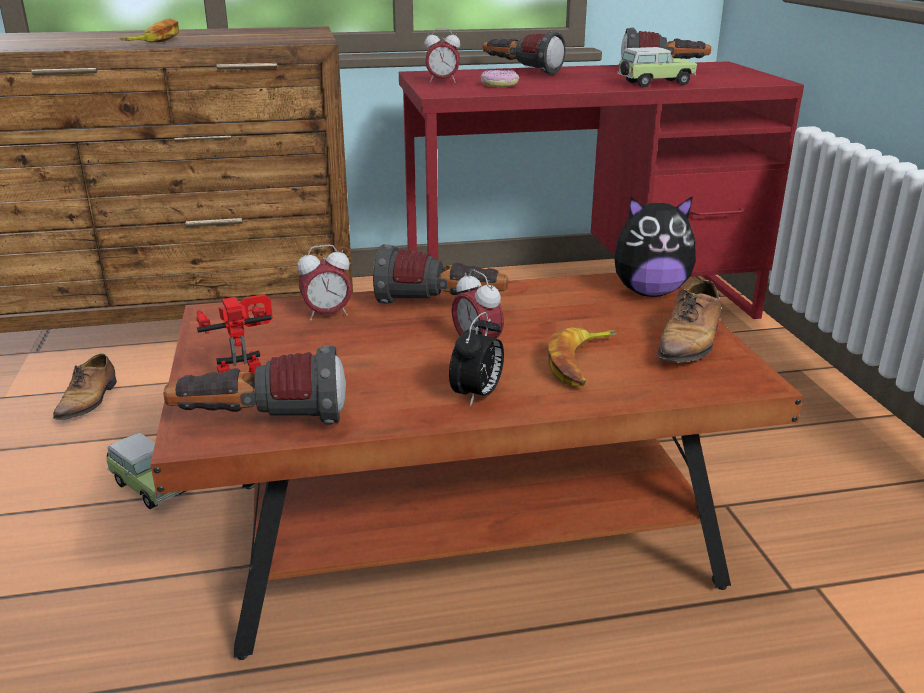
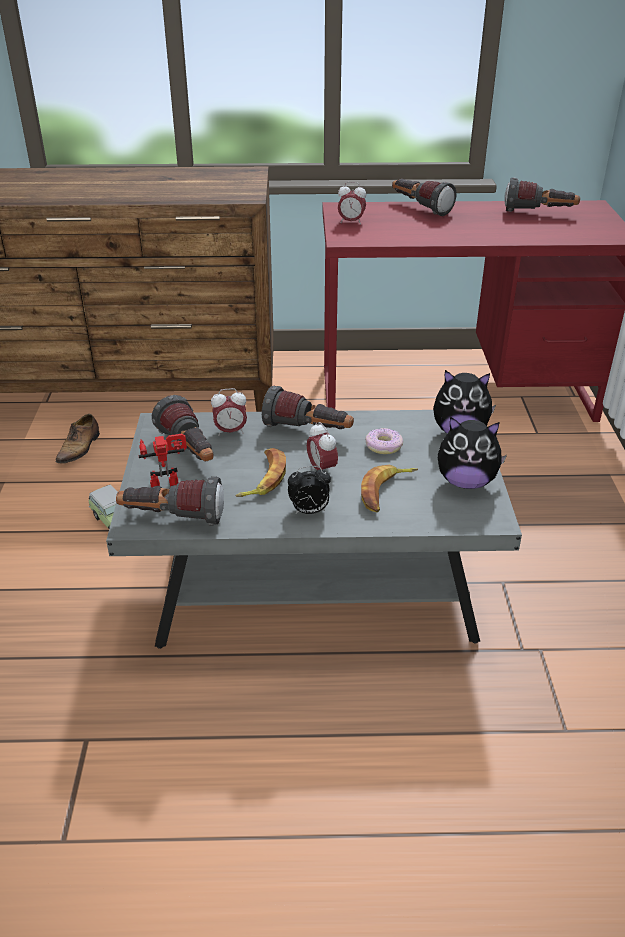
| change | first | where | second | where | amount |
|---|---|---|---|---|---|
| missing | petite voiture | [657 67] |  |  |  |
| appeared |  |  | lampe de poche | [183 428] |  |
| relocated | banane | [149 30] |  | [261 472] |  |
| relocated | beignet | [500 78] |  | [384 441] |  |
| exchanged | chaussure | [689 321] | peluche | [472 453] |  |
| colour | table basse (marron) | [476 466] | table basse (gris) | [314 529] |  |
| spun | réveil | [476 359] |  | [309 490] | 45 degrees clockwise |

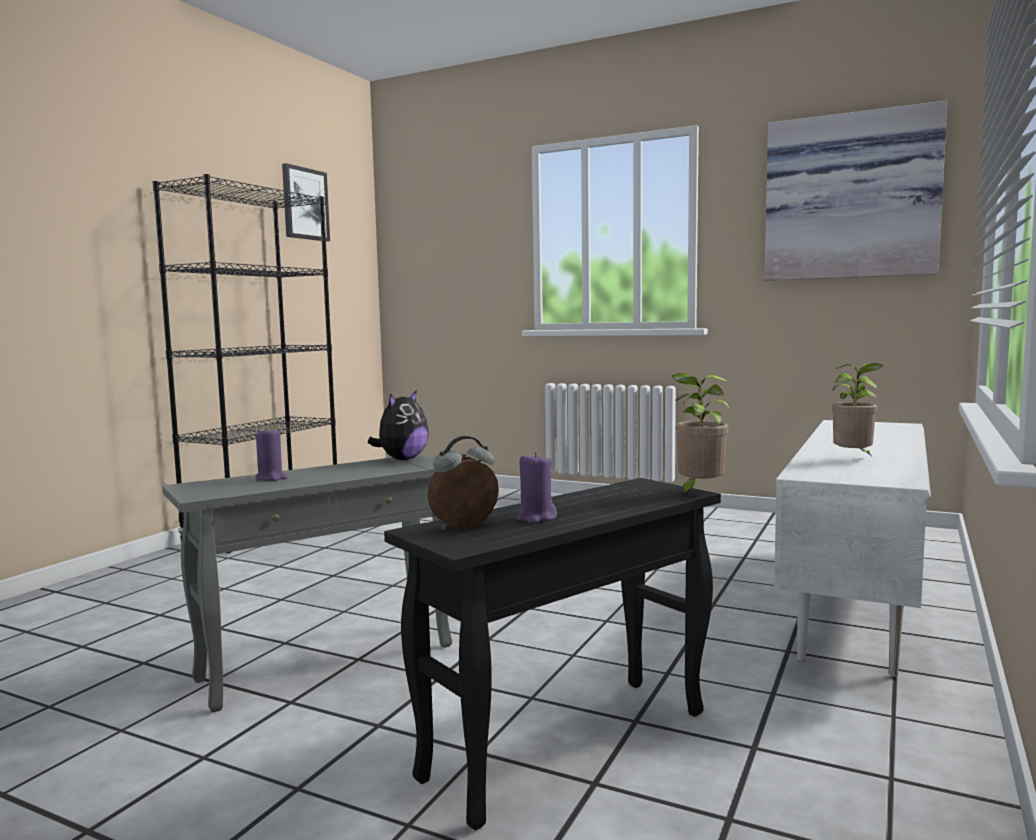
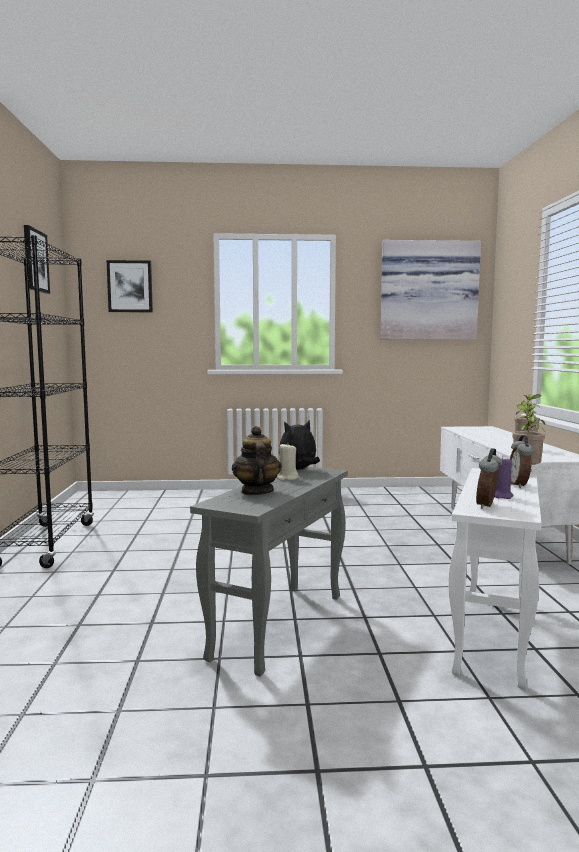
| change | first | where | second | where | amount |
|---|---|---|---|---|---|
| appeared |  |  | tableau | [130 286] |  |
| appeared |  |  | bougie (beige) | [287 461] |  |
| appeared |  |  | réveil | [522 461] |  |
| exchanged | bougie (violet) | [272 454] | théière | [257 460] |  |
| colour | table d'appoint (noir) | [552 654] | table d'appoint (blanc) | [495 578] |  |
| spun | peluche | [398 425] |  | [299 445] | 120 degrees counterclockwise |

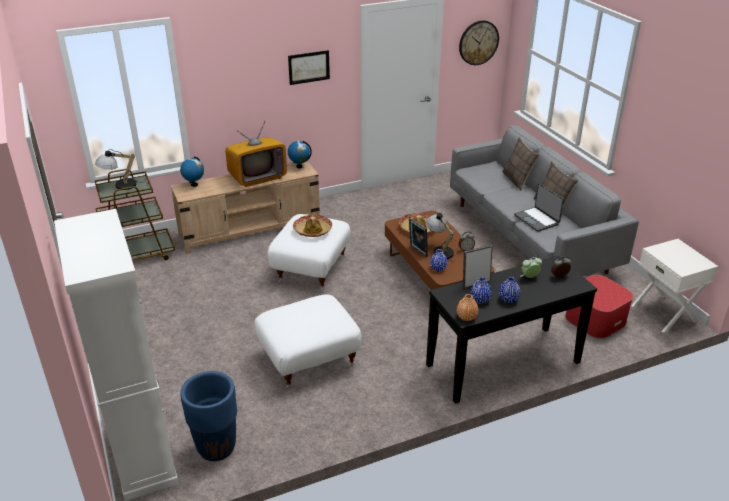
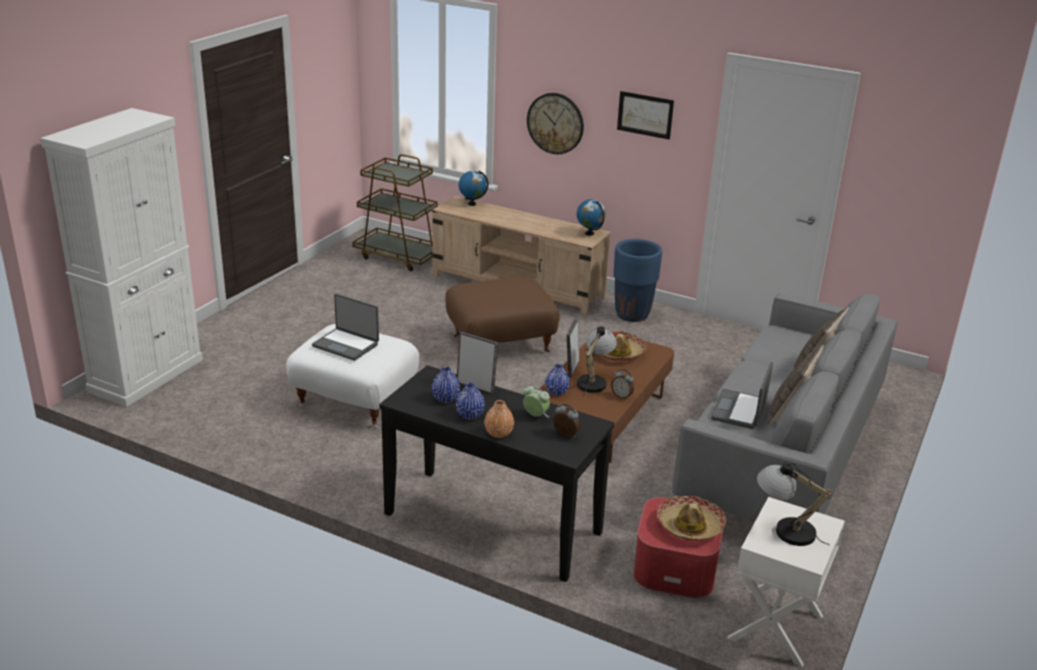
| change | first | where | second | where | amount |
|---|---|---|---|---|---|
| missing | téléviseur | [256 154] |  |  |  |
| appeared |  |  | ordinateur portable | [345 327] |  |
| relocated | lampe de table | [118 169] |  | [794 504] |  |
| relocated | cache-pot (bleu) | [209 416] |  | [637 280] |  |
| relocated | chapeau | [312 225] |  | [691 518] |  |
| relocated | vase (orange) | [467 307] |  | [499 419] |  |
| relocated | horloge murale | [479 42] |  | [555 123] |  |
| colour | pouf (blanc) | [309 252] | pouf (marron) | [502 314] |  |

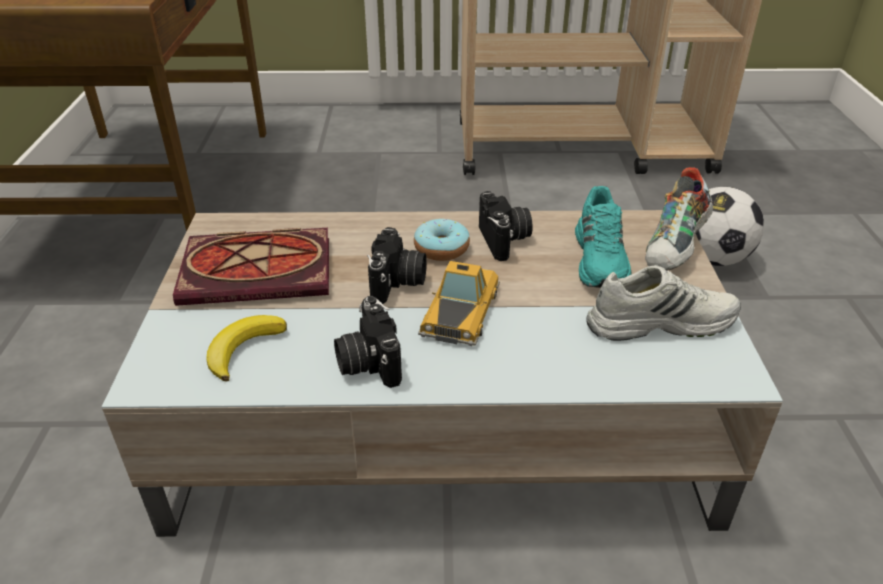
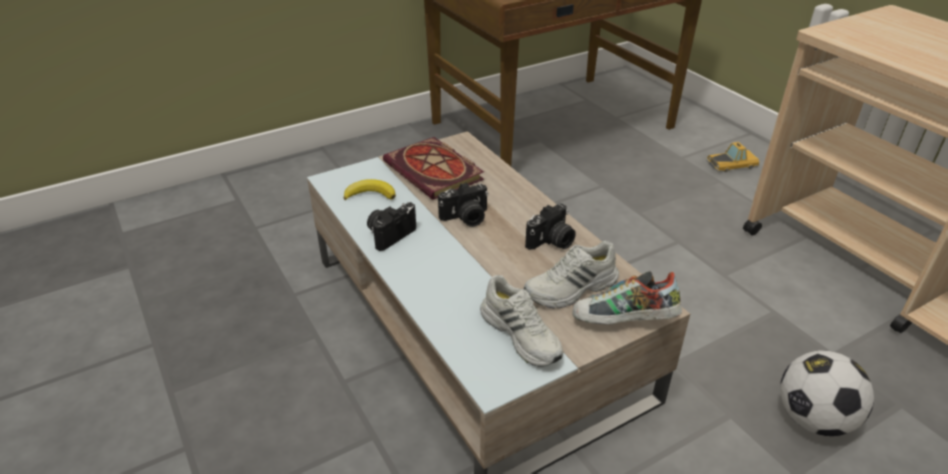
| change | first | where | second | where | amount |
|---|---|---|---|---|---|
| missing | beignet | [442 240] |  |  |  |
| relocated | petite voiture | [459 303] |  | [732 157] |  |
| colour | chaussure (turquoise) | [603 237] | chaussure (blanc) | [571 274] |  |

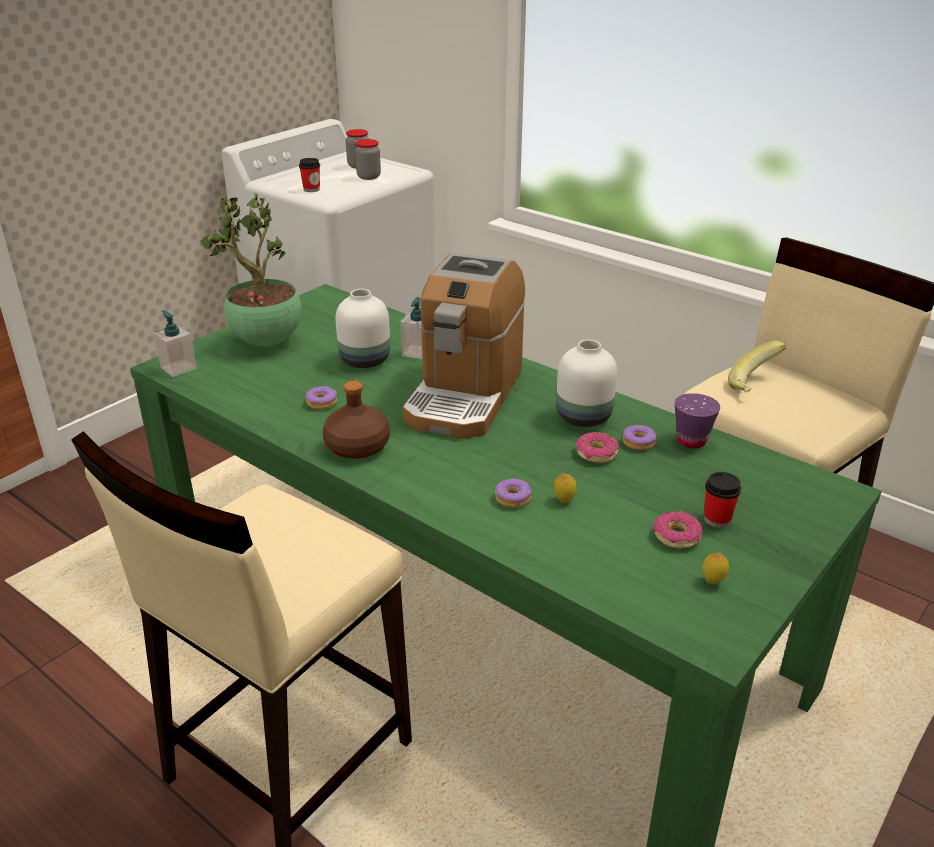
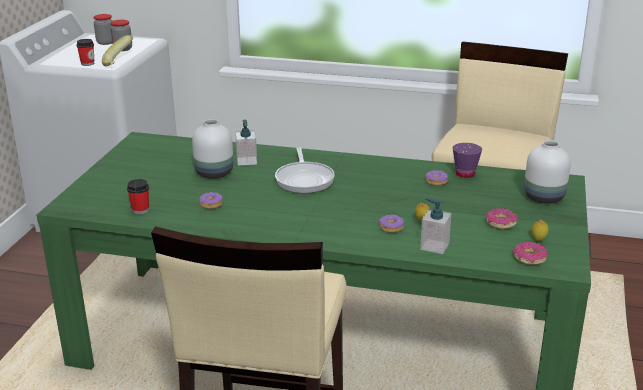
| change | first | where | second | where | amount |
|---|---|---|---|---|---|
| missing | plante en pot | [251 270] |  |  |  |
| missing | bouteille (marron) | [356 419] |  |  |  |
| relocated | distributeur de savon | [175 343] |  | [436 226] |  |
| relocated | vase (blanc) | [586 383] |  | [547 172] |  |
| relocated | beignet | [597 447] |  | [530 253] |  |
| relocated | tasse | [722 500] |  | [138 196] |  |
| relocated | banane | [757 367] |  | [117 50] |  |
| exchanged | machine à café | [463 346] | poêle | [304 170] |  |

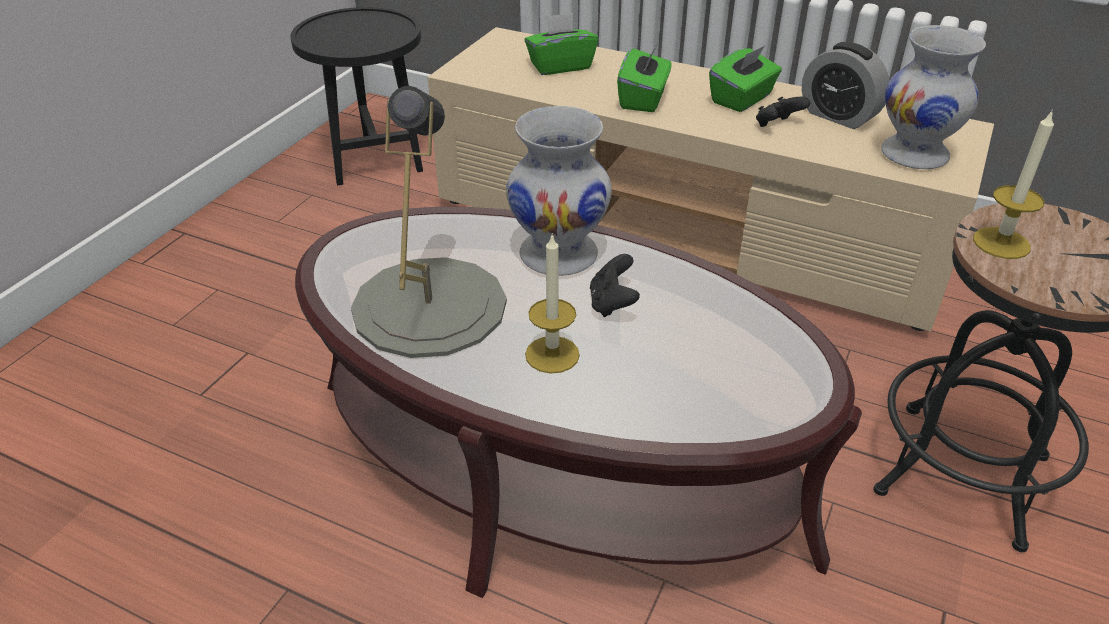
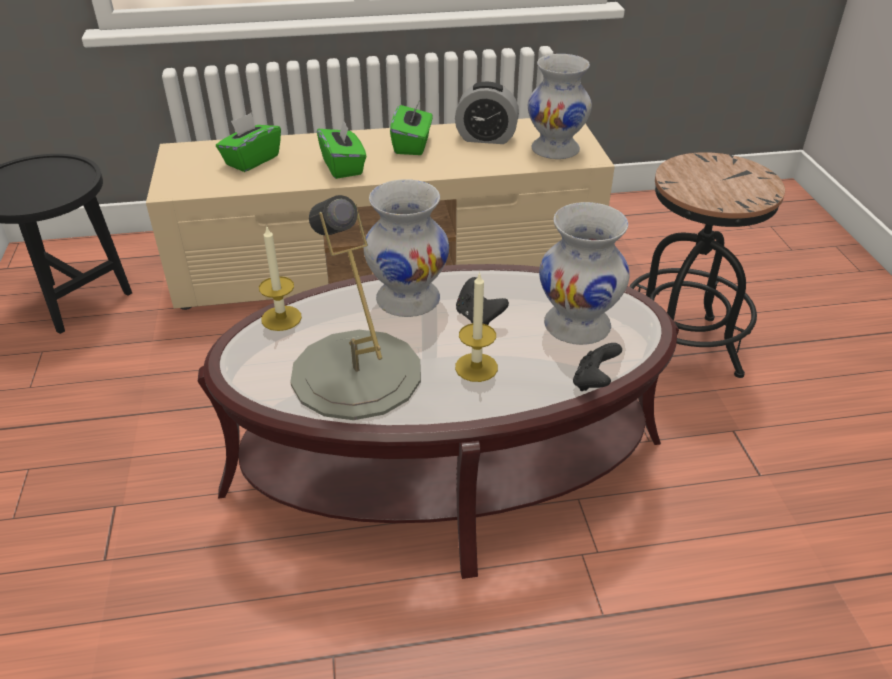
| change | first | where | second | where | amount |
|---|---|---|---|---|---|
| appeared |  |  | vase (blanc) | [584 273] |  |
| relocated | manette (noir) | [783 112] |  | [597 367] |  |
| relocated | bougie | [1013 184] |  | [280 278] |  |

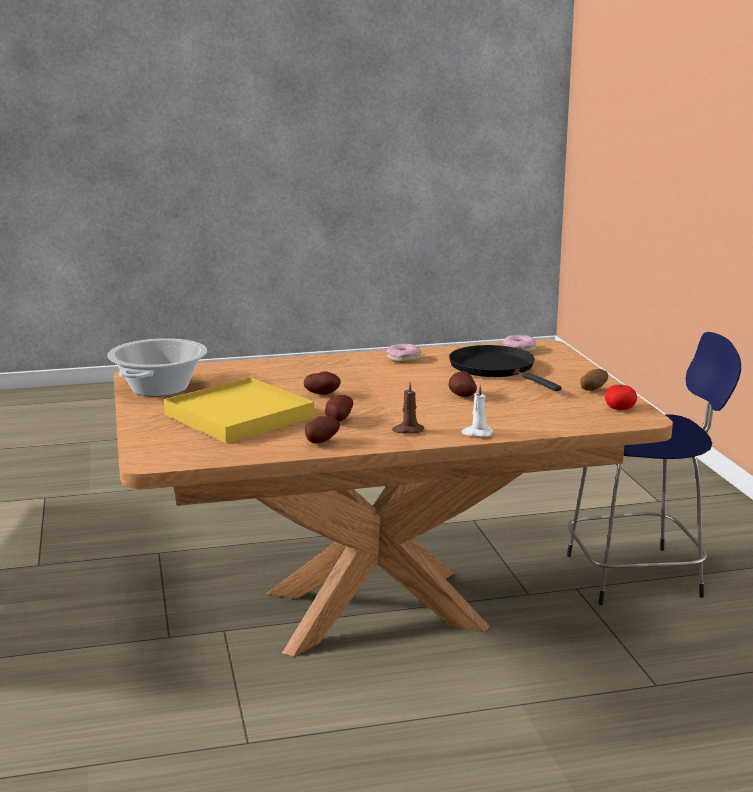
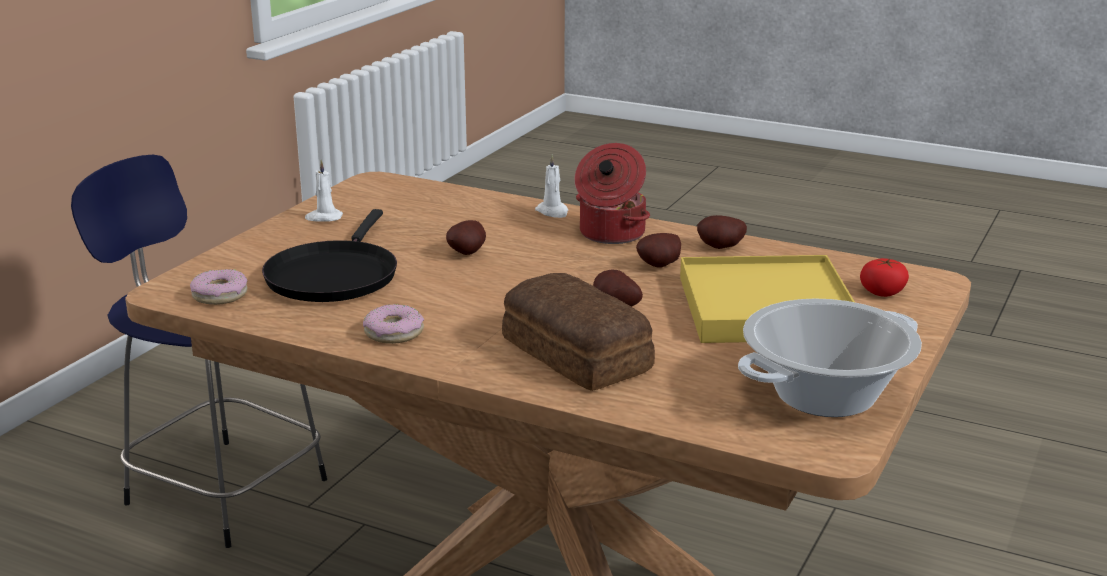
| change | first | where | second | where | amount |
|---|---|---|---|---|---|
| appeared |  |  | pain | [578 332] |  |
| relocated | tomate | [621 397] |  | [884 277] |  |
| exchanged | bougie (marron) | [408 408] | marmite | [612 193] |  |
| exchanged | pomme de terre | [594 380] | bougie (blanc) | [324 191] |  |

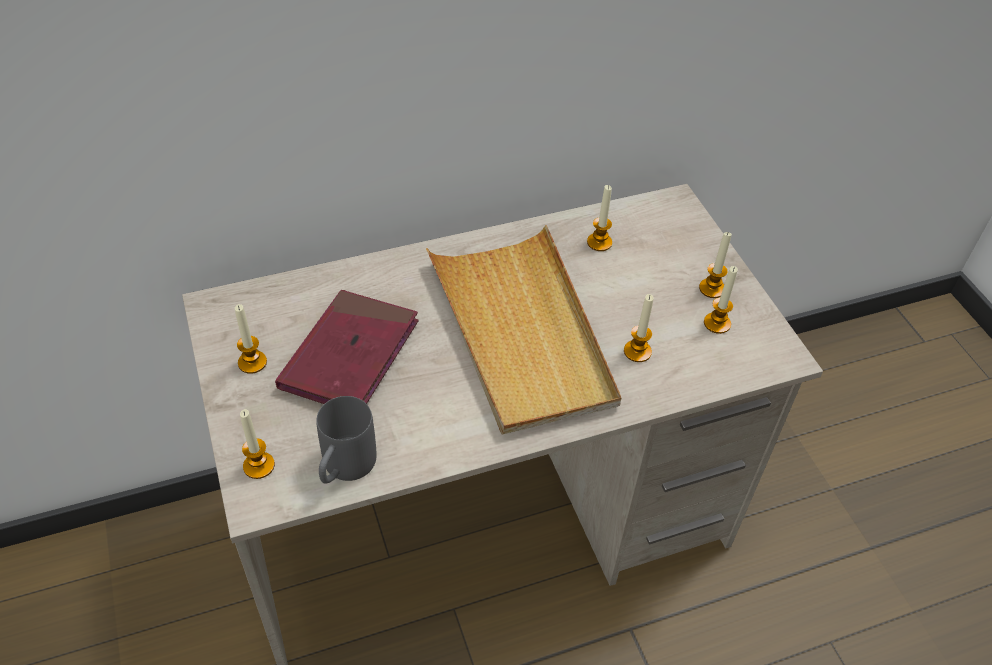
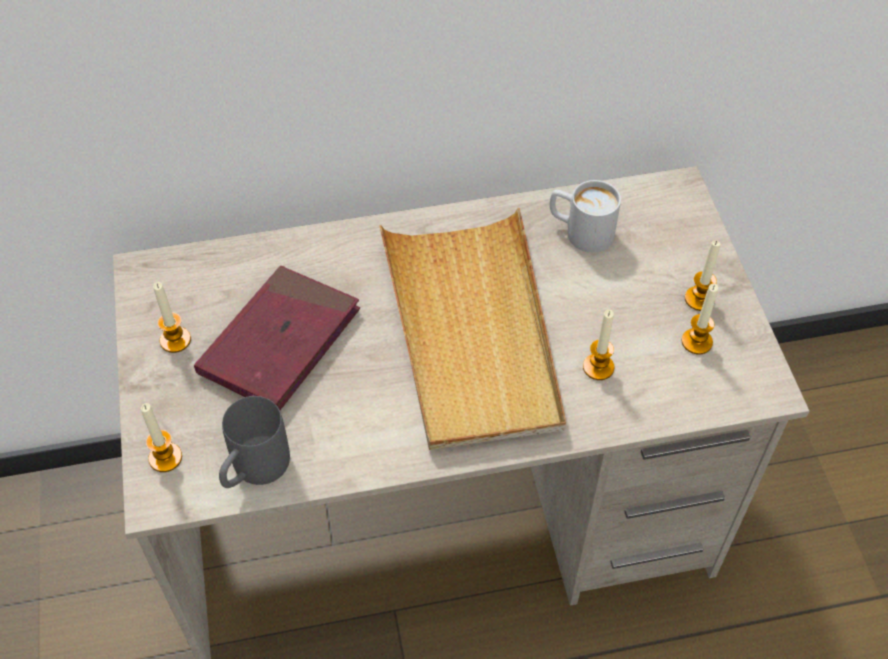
| change | first | where | second | where | amount |
|---|---|---|---|---|---|
| exchanged | bougie | [599 218] | mug (blanc) | [585 216] |  |

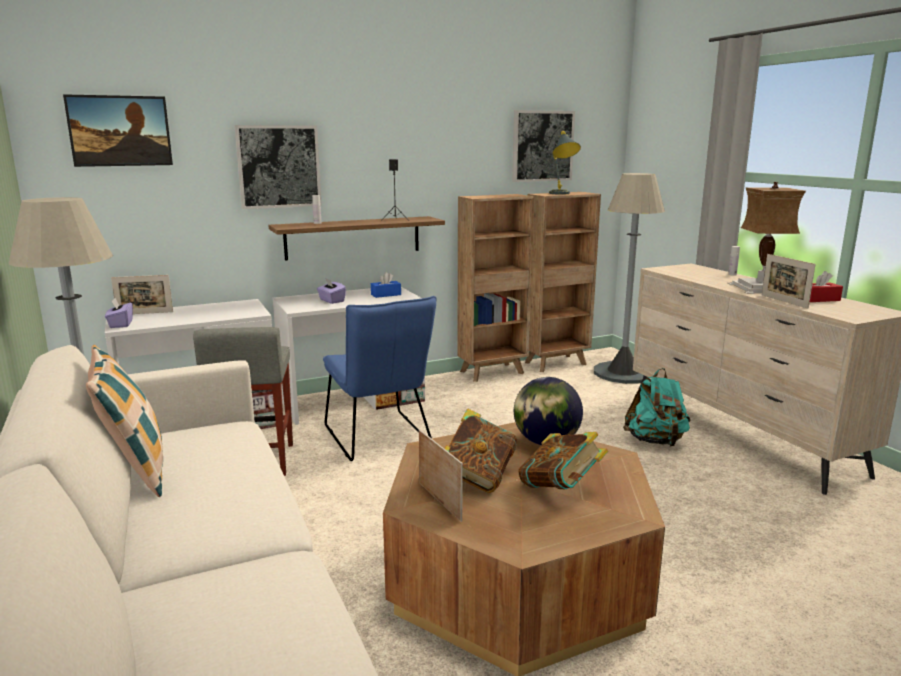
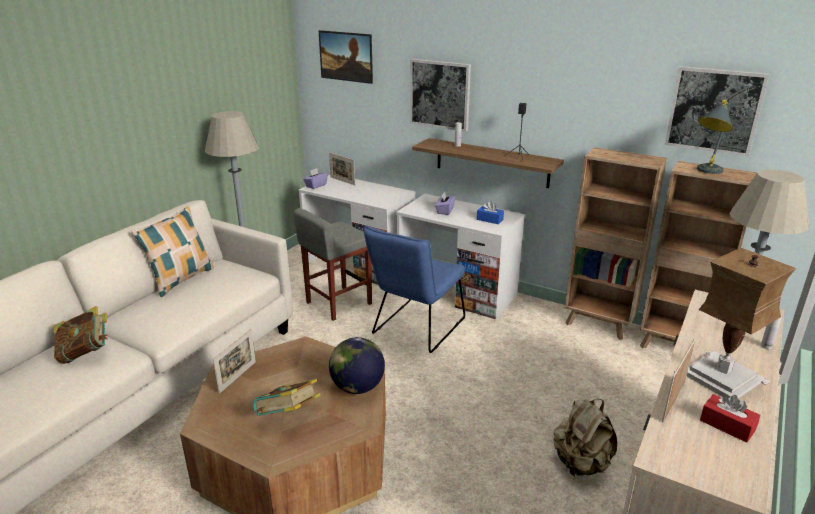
| change | first | where | second | where | amount |
|---|---|---|---|---|---|
| relocated | livre | [480 450] |  | [80 335] |  |
| colour | sac à dos (turquoise) | [657 407] | sac à dos (beige) | [585 437] |  |

